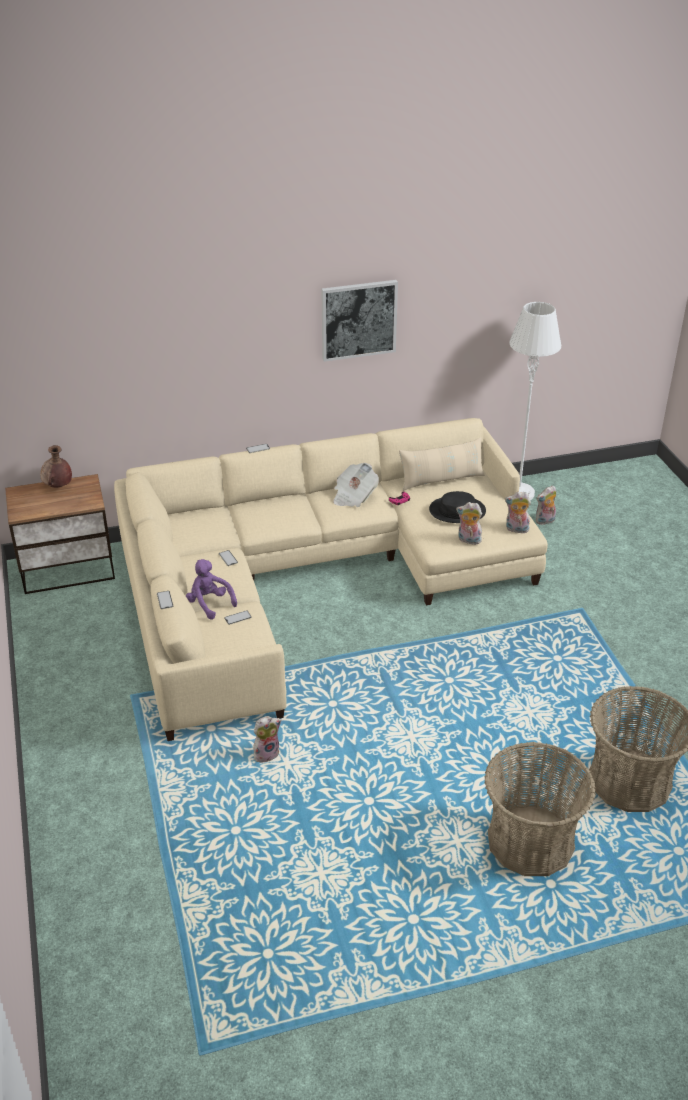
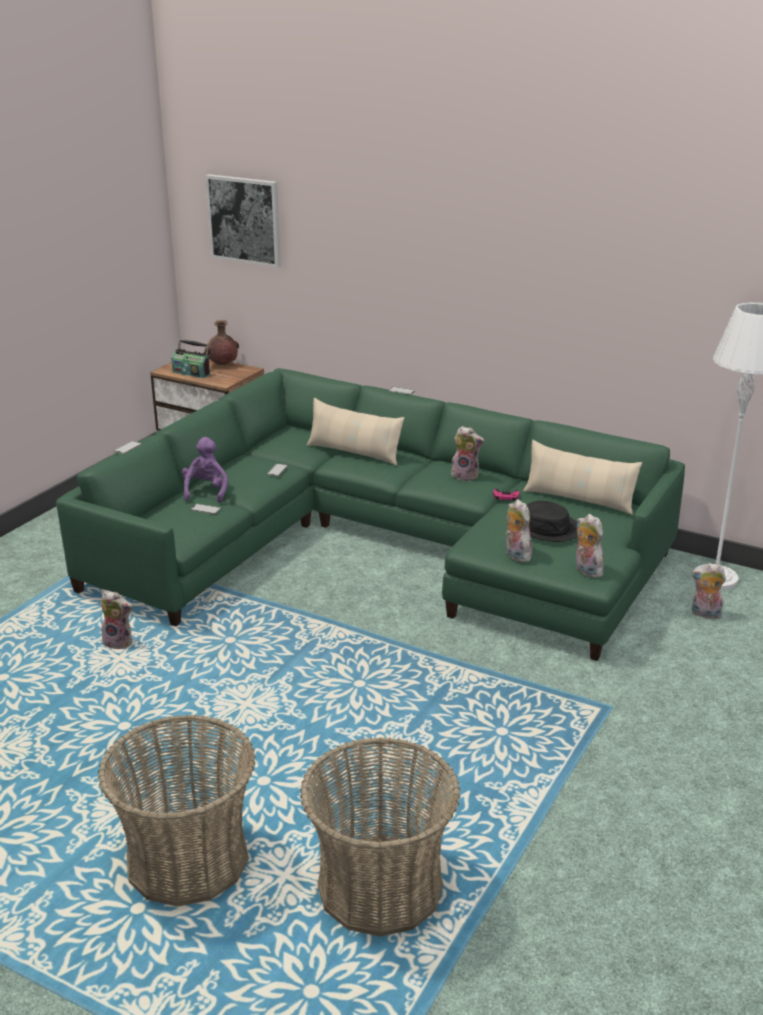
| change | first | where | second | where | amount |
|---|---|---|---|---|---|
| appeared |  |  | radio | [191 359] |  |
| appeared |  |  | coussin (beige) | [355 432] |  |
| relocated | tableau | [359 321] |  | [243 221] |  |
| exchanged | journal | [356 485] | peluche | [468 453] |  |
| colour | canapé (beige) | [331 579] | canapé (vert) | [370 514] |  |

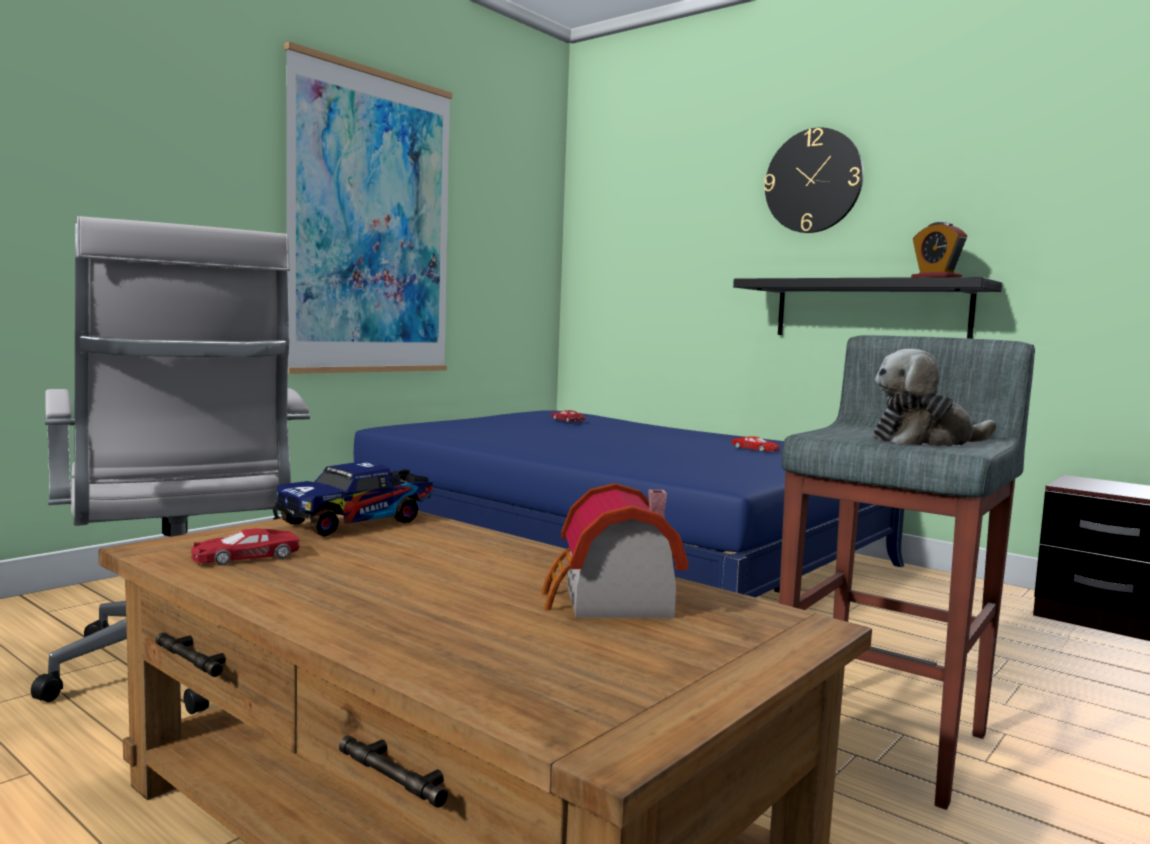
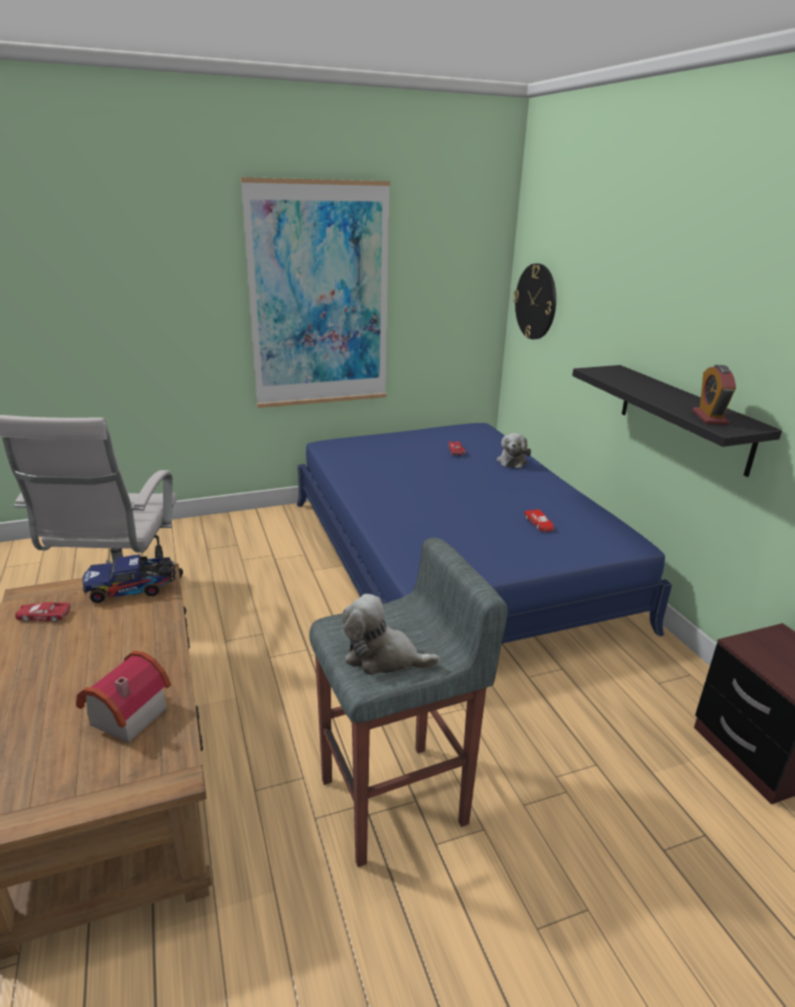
| change | first | where | second | where | amount |
|---|---|---|---|---|---|
| appeared |  |  | peluche | [514 450] |  |
| relocated | horloge murale | [814 180] |  | [534 301] |  |

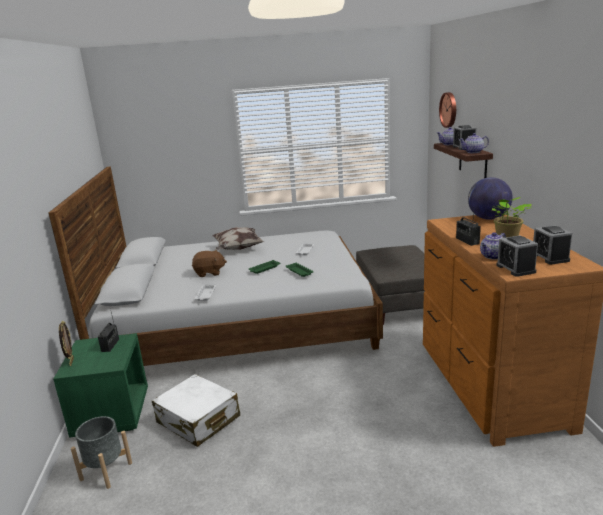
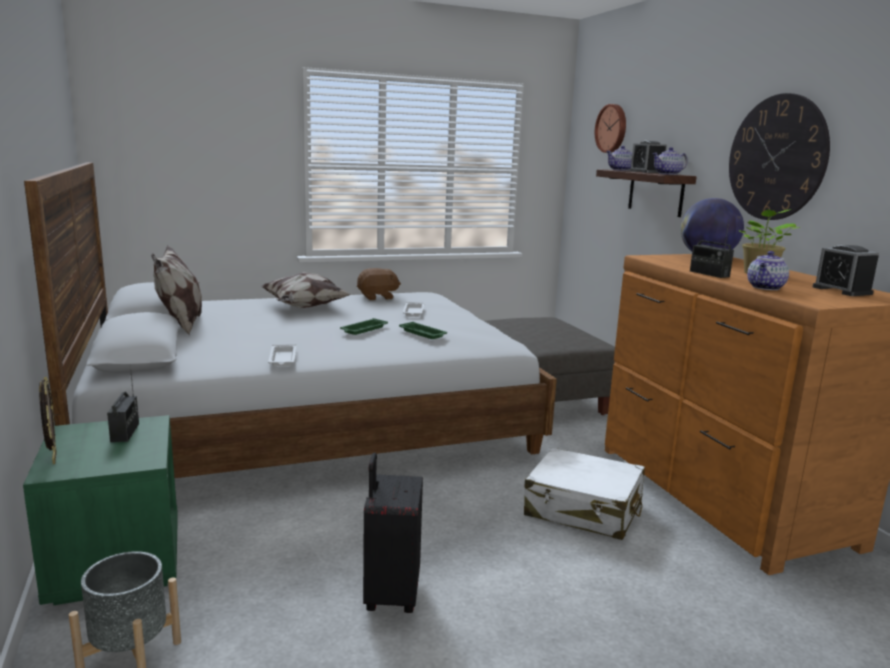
| change | first | where | second | where | amount |
|---|---|---|---|---|---|
| missing | réveil | [517 256] |  |  |  |
| appeared |  |  | coussin | [176 290] |  |
| appeared |  |  | valise (noir) | [393 533] |  |
| appeared |  |  | horloge murale | [779 156] |  |
| relocated | valise (blanc) | [196 410] |  | [584 494] |  |
| relocated | peluche (marron) | [209 263] |  | [379 284] |  |

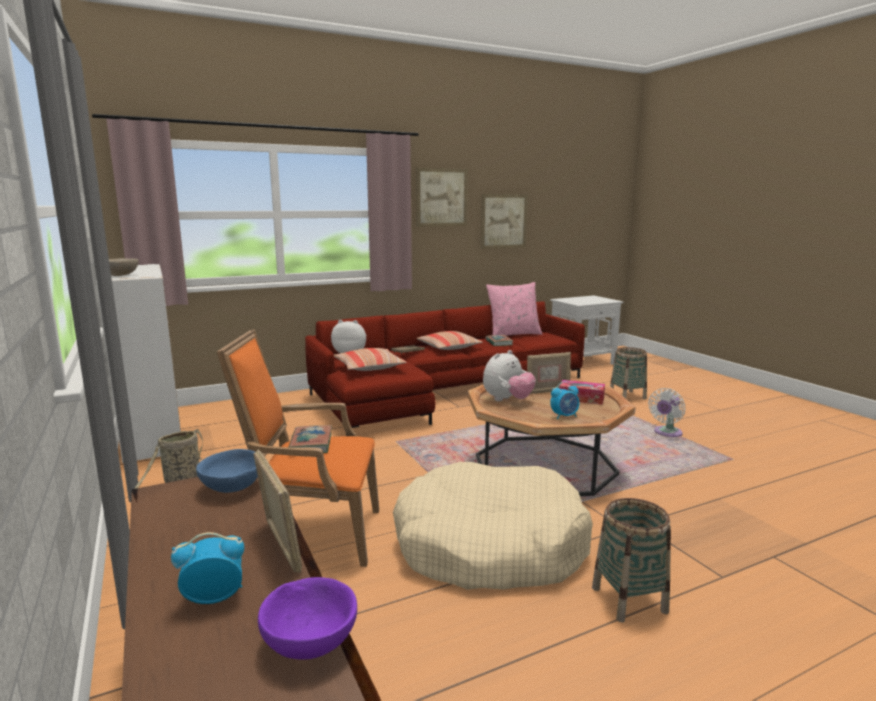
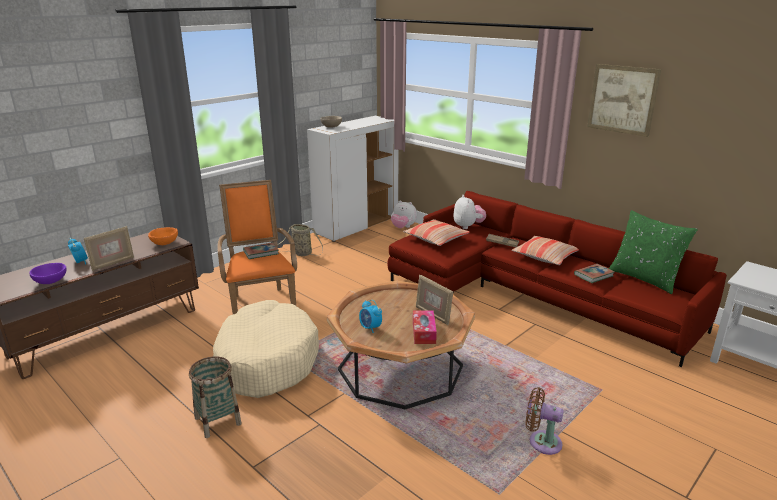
| change | first | where | second | where | amount |
|---|---|---|---|---|---|
| missing | tableau | [504 221] |  |  |  |
| missing | panier | [628 373] |  |  |  |
| relocated | peluche | [509 375] |  | [404 214] |  |
| colour | bol (bleu) | [227 471] | bol (orange) | [163 236] |  |
| colour | coussin (rose) | [514 309] | coussin (vert) | [653 252] |  |
| colour | ventilateur (blanc) | [666 412] | ventilateur (marron) | [545 421] |  |

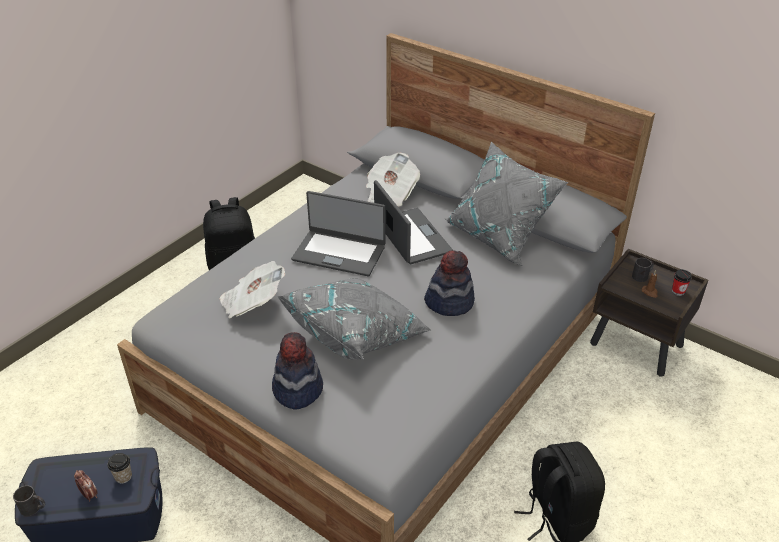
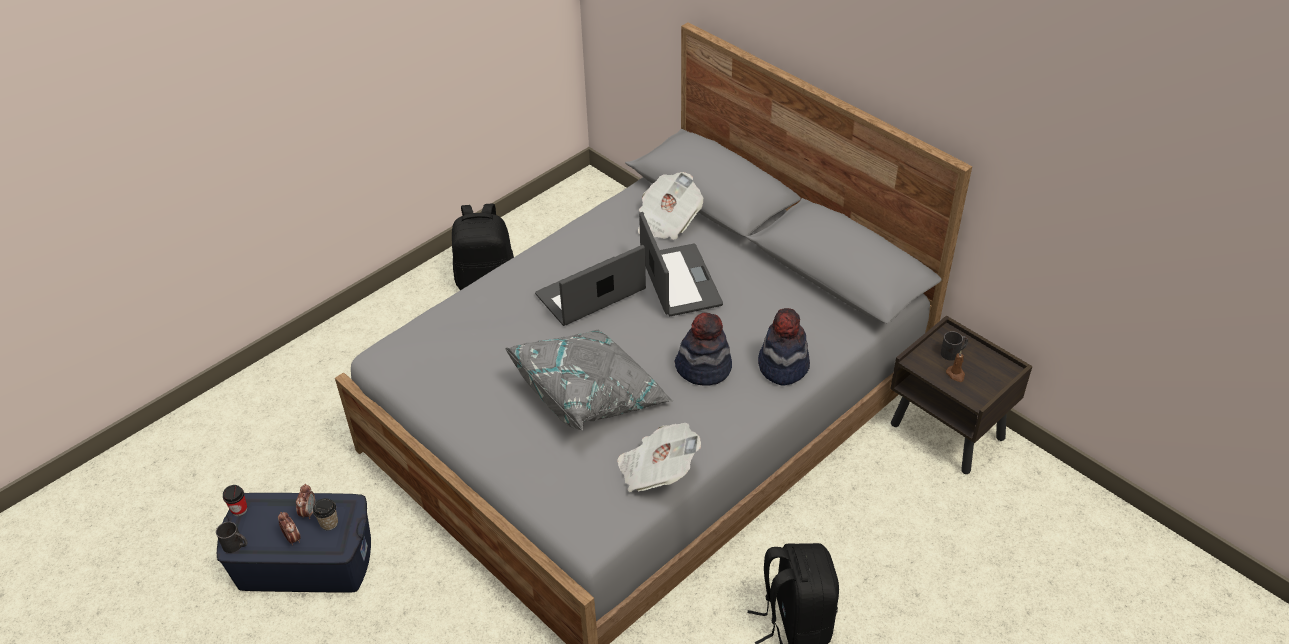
| change | first | where | second | where | amount |
|---|---|---|---|---|---|
| missing | coussin (gris) | [507 204] |  |  |  |
| appeared |  |  | réveil | [305 501] |  |
| relocated | journal | [252 290] |  | [659 457] |  |
| relocated | chapeau | [297 370] |  | [784 346] |  |
| relocated | tasse | [682 282] |  | [235 500] |  |
| spun | ordinateur portable | [338 233] |  | [590 285] | 120 degrees clockwise |

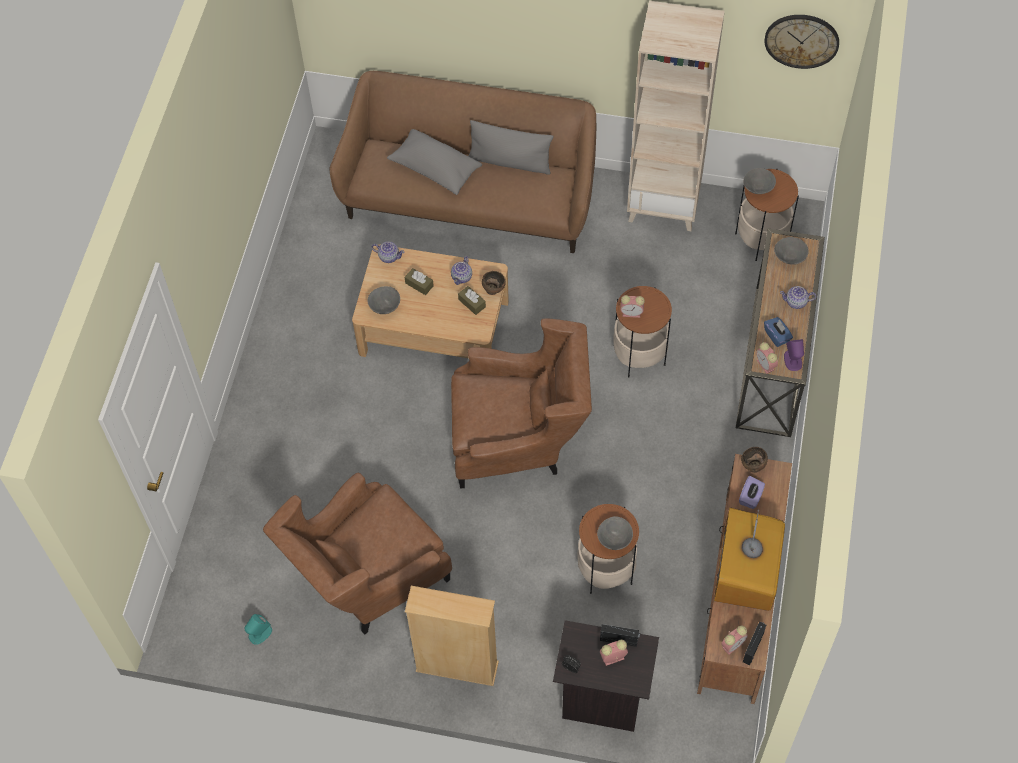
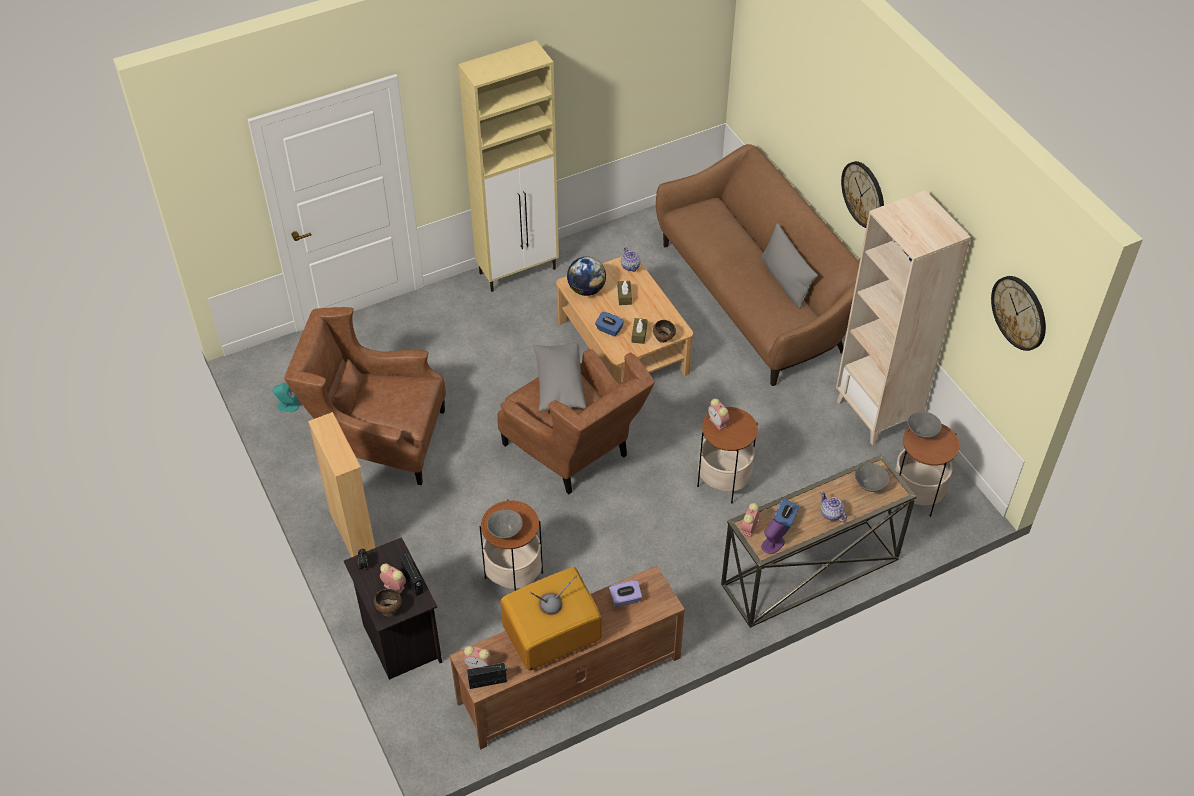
| change | first | where | second | where | amount |
|---|---|---|---|---|---|
| missing | théière | [461 270] |  |  |  |
| appeared |  |  | meuble de rangement (beige) | [508 166] |  |
| appeared |  |  | boîte à mouchoirs (bleu) | [609 324] |  |
| appeared |  |  | horloge murale | [862 194] |  |
| relocated | coussin (gris) | [434 162] |  | [559 376] |  |
| relocated | bol (marron) | [754 460] |  | [388 603] |  |
| exchanged | bol (gris) | [384 300] | globe | [586 276] |  |

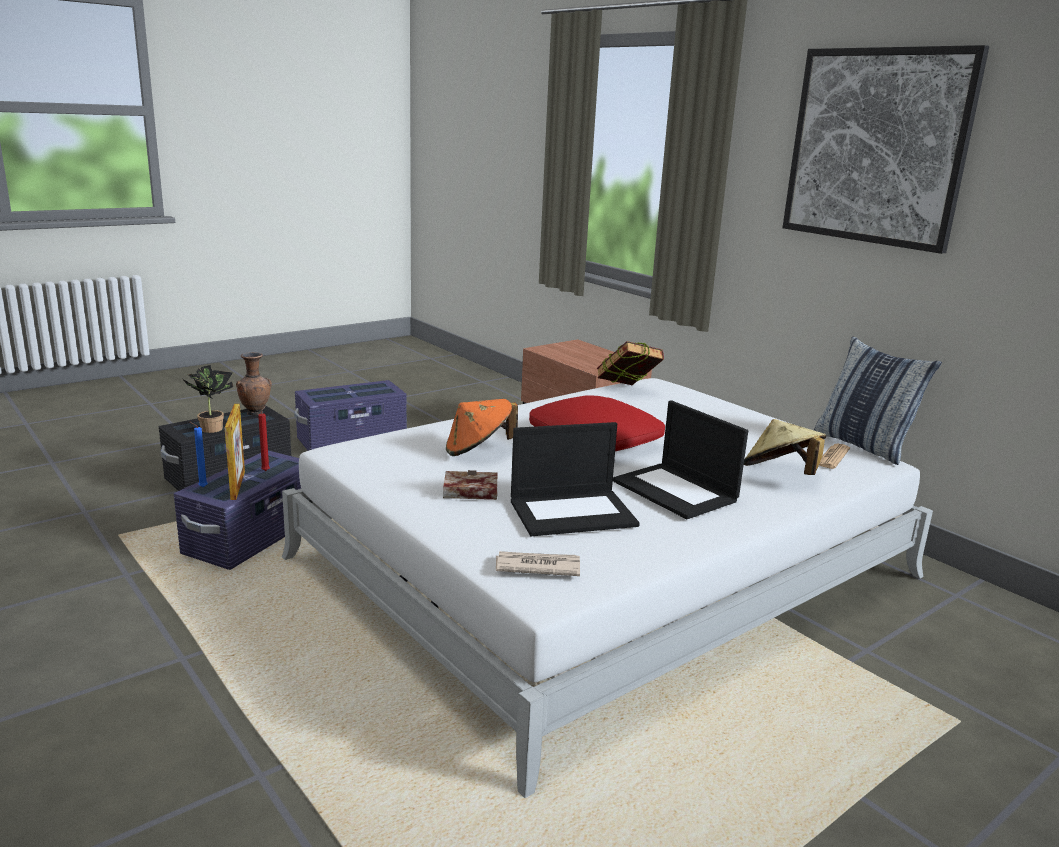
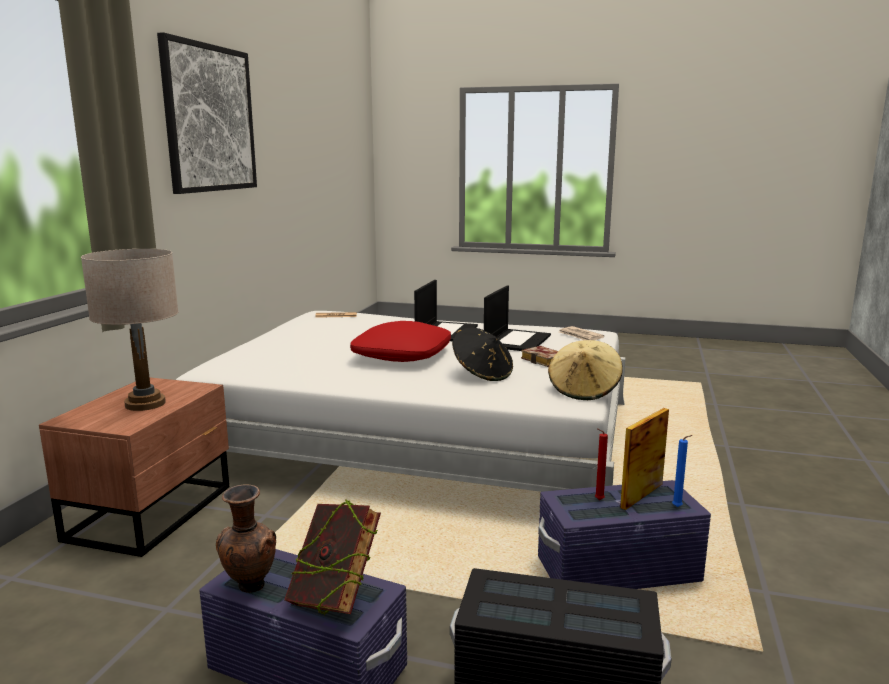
| change | first | where | second | where | amount |
|---|---|---|---|---|---|
| missing | plante en pot | [208 399] |  |  |  |
| missing | coussin | [878 400] |  |  |  |
| appeared |  |  | lampe de table (beige) | [129 330] |  |
| relocated | vase (marron) | [254 384] |  | [246 538] |  |
| relocated | livre | [630 363] |  | [332 557] |  |
| relocated | chapeau (beige) | [785 447] |  | [585 370] |  |
| colour | chapeau (orange) | [482 427] | chapeau (noir) | [482 354] |  |
| spun | ordinateur portable | [575 479] |  | [517 318] | 75 degrees clockwise |

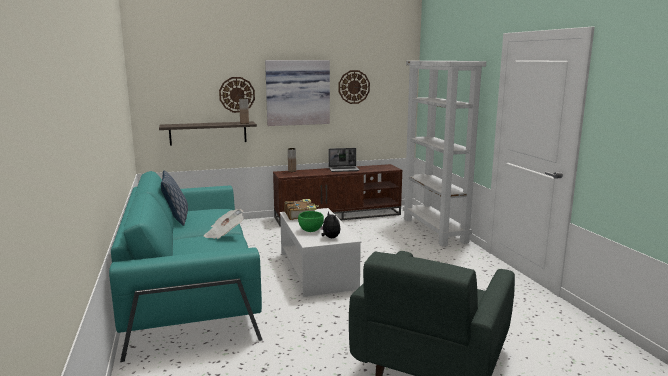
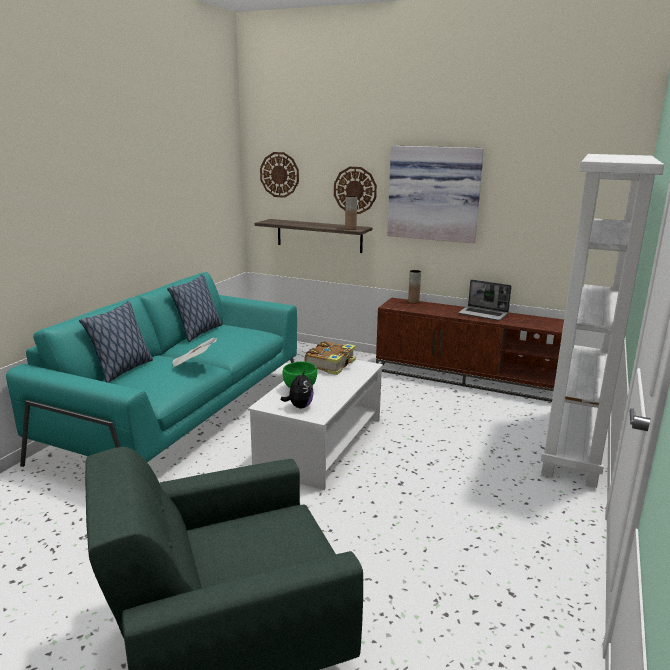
| change | first | where | second | where | amount |
|---|---|---|---|---|---|
| appeared |  |  | coussin | [116 342] |  |
| relocated | horloge murale | [354 87] |  | [279 175] |  |

